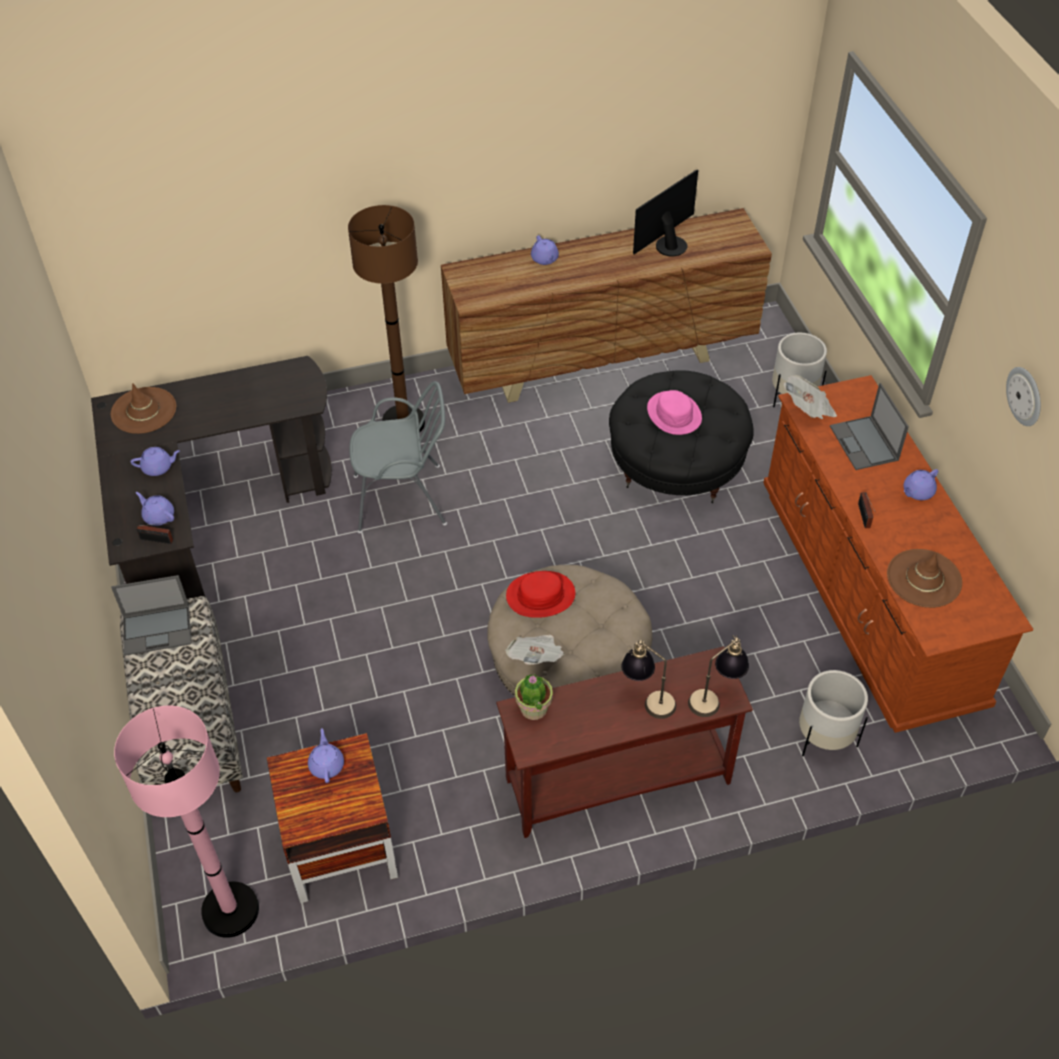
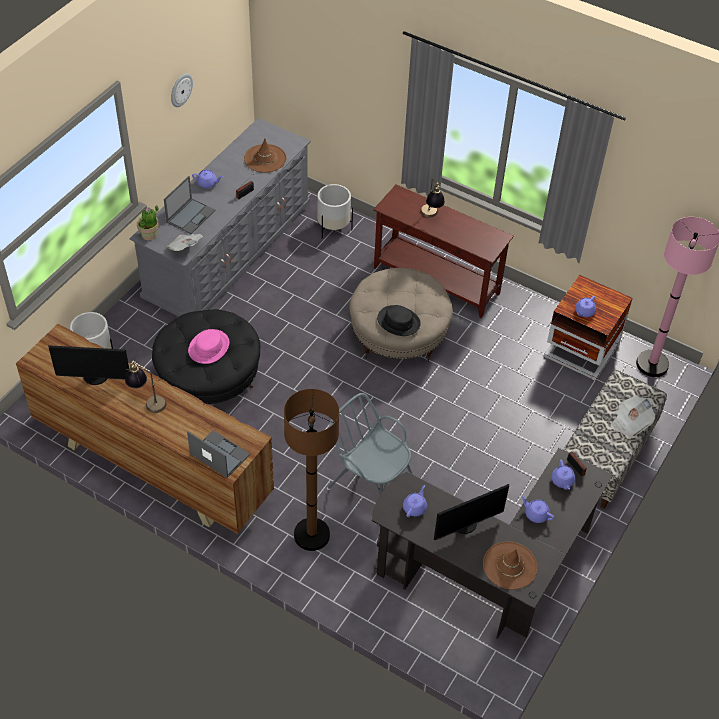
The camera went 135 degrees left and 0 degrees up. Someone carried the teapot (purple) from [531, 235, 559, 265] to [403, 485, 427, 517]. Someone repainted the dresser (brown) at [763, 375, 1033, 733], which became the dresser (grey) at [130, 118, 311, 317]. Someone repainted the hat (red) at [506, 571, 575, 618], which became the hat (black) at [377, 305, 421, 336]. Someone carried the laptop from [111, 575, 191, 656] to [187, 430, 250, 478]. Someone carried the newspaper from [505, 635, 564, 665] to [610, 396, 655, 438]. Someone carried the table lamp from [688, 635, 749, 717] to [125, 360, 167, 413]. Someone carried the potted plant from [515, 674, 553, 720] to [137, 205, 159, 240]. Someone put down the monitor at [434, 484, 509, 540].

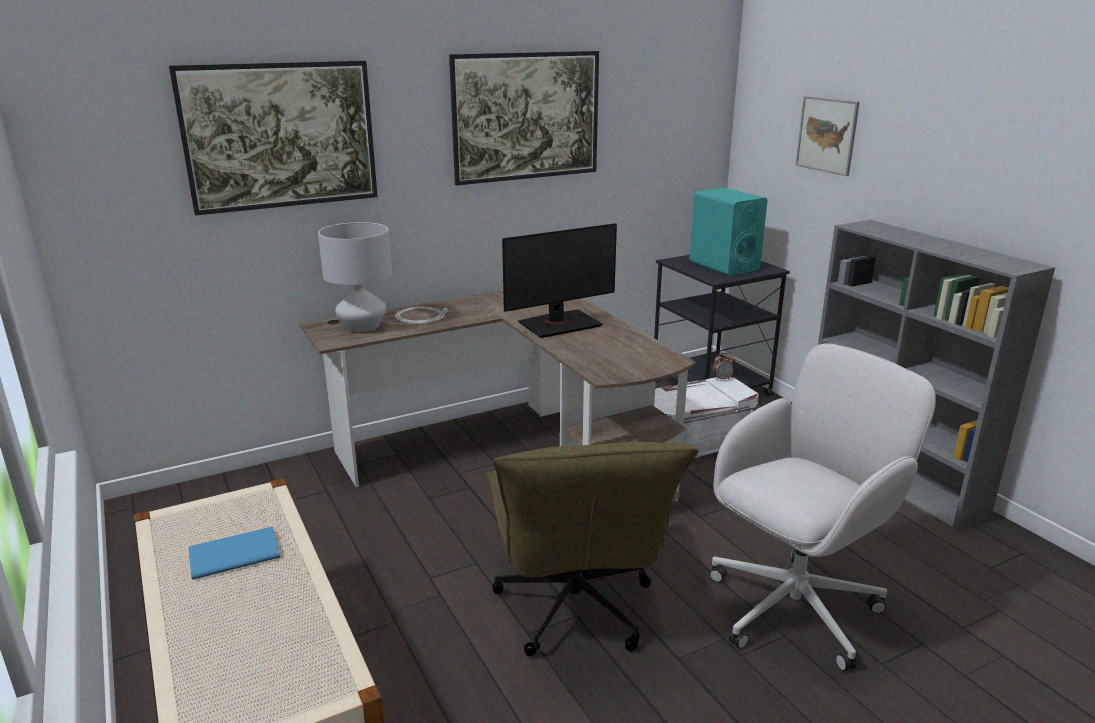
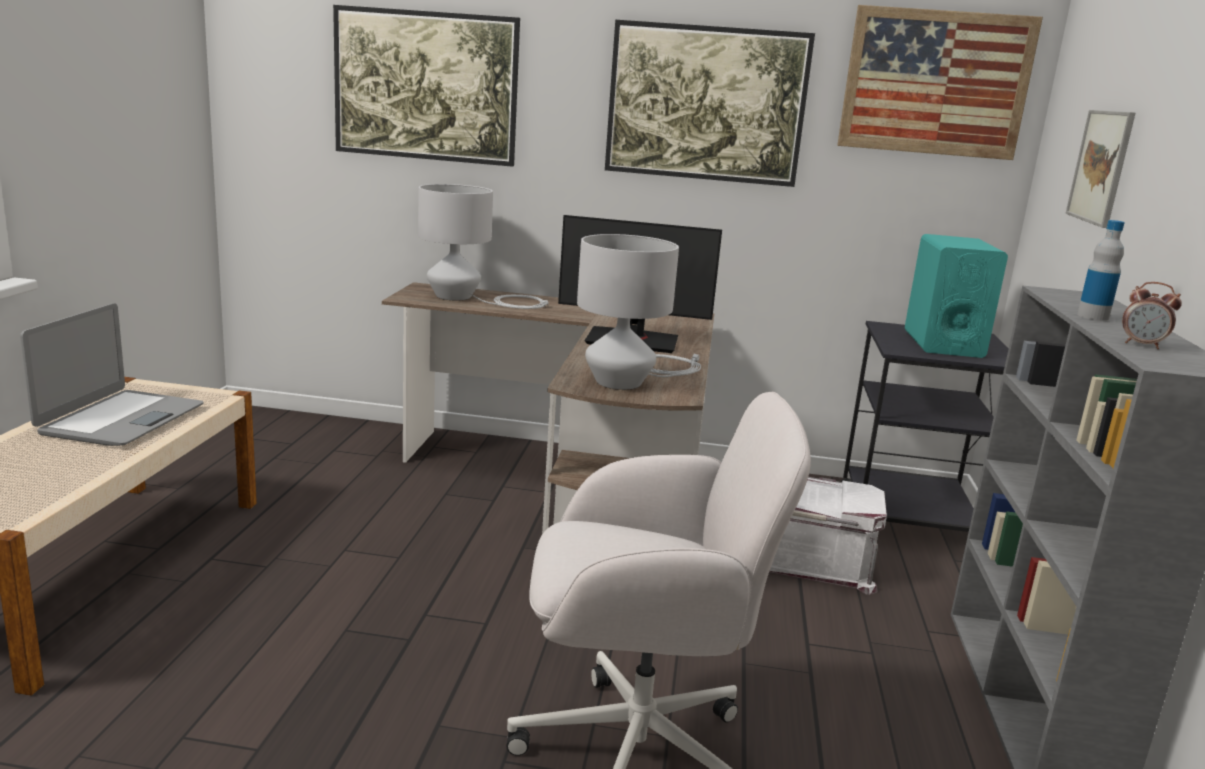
The camera went 35 degrees right and 5 degrees down. Someone carried the alarm clock from [713, 353, 735, 380] to [1122, 282, 1182, 349]. Someone took away the office chair (beige) at [486, 442, 699, 656]. Someone swapped the book (blue) at [188, 527, 280, 580] for the laptop at [20, 303, 204, 446]. Someone put up the picture at [837, 5, 1043, 160]. Someone put down the bottle at [1077, 220, 1125, 321]. Someone put down the table lamp (grey) at [577, 234, 701, 390].

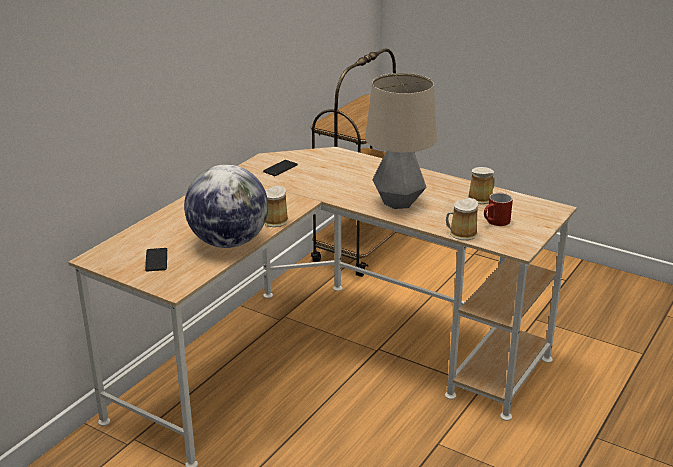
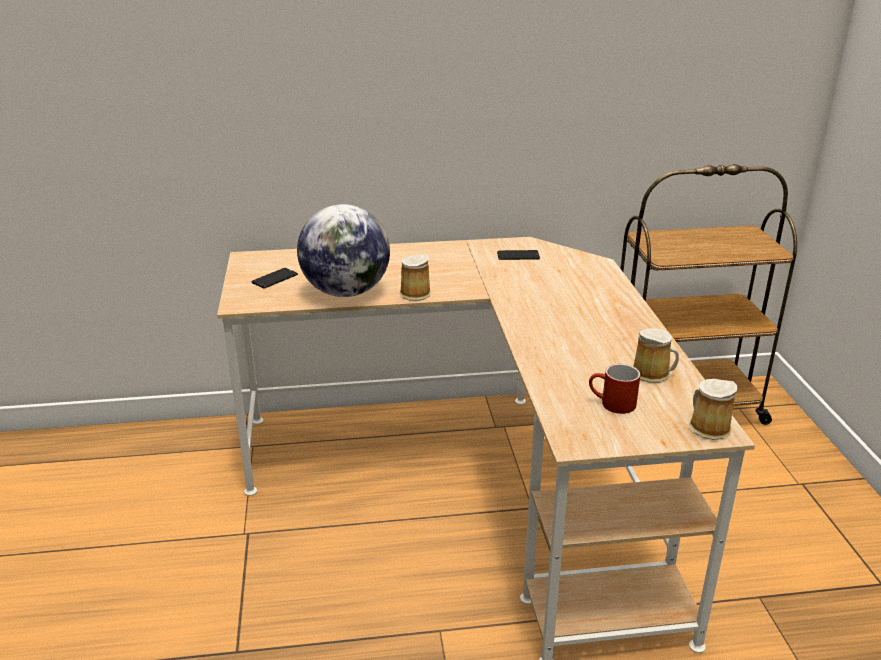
The camera went 50 degrees right and 0 degrees up. Someone took away the table lamp at [365, 73, 437, 209]. Someone carried the mug from [446, 198, 478, 240] to [689, 379, 738, 440].

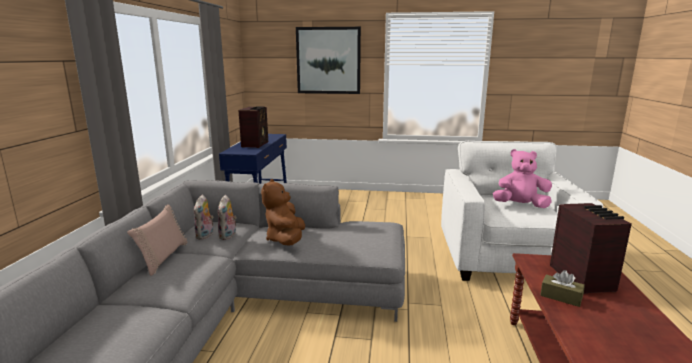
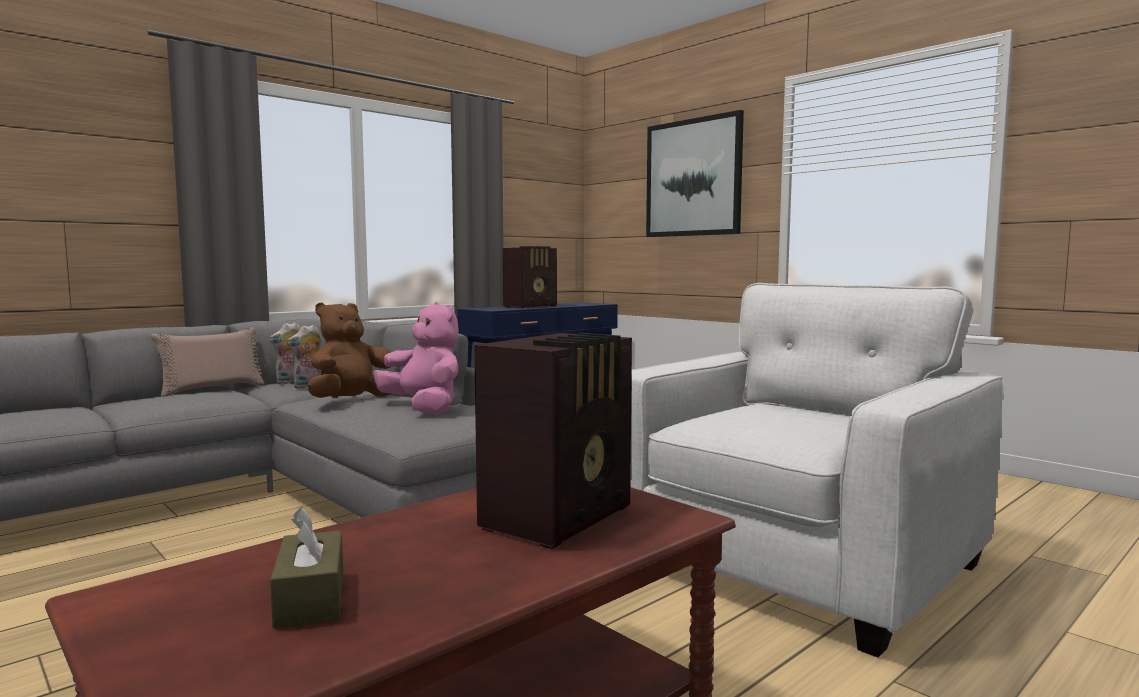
The camera went 40 degrees right and 10 degrees down. Someone carried the plush toy (pink) from [493, 149, 552, 208] to [373, 302, 459, 414]. Someone carried the tissue box (brown) from [540, 270, 585, 307] to [270, 507, 343, 629].

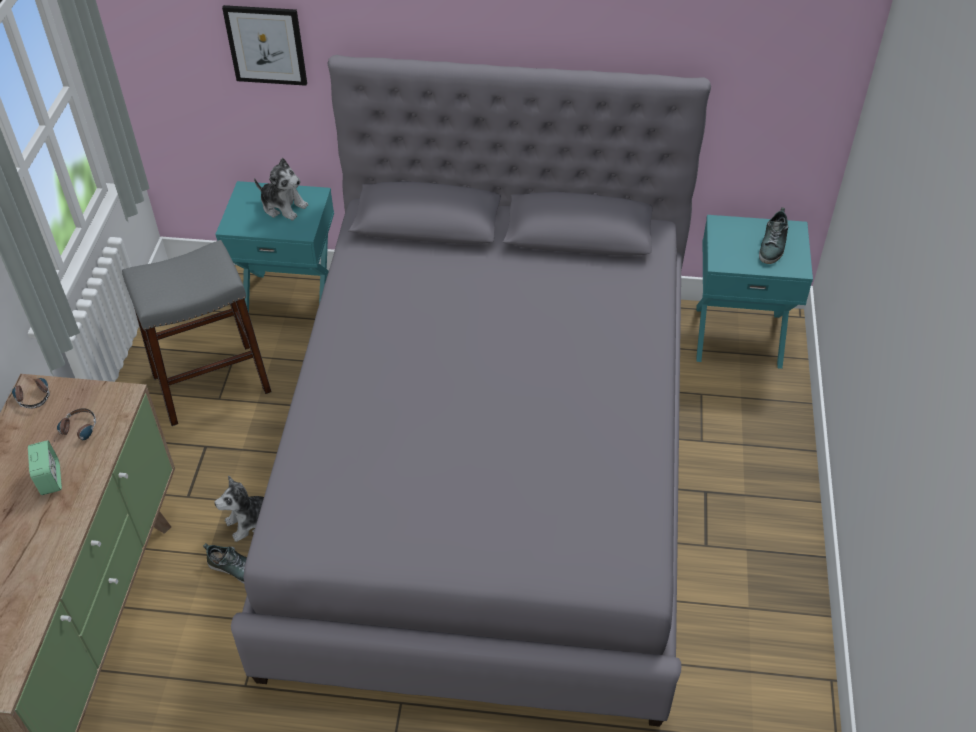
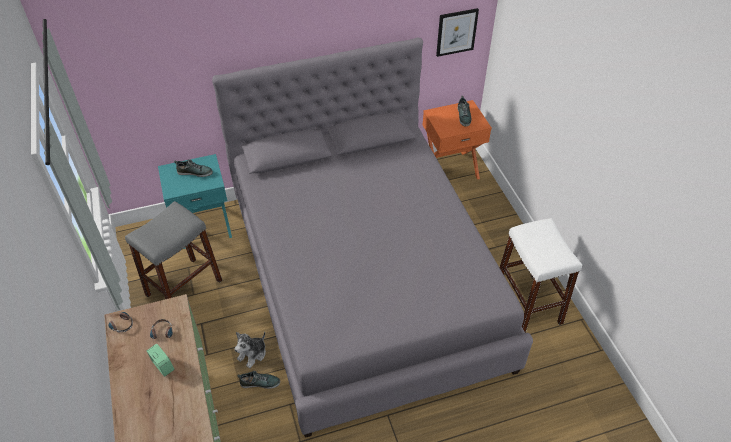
The camera went 25 degrees left and 0 degrees up. Someone carried the picture from [222, 5, 307, 86] to [436, 8, 479, 57]. Someone swapped the plush toy at [254, 158, 308, 221] for the shoe at [174, 159, 213, 177]. Someone repainted the nightstand (turquoise) at [696, 215, 813, 369], which became the nightstand (orange) at [423, 100, 492, 179]. Someone put down the stool (white) at [499, 218, 582, 333].

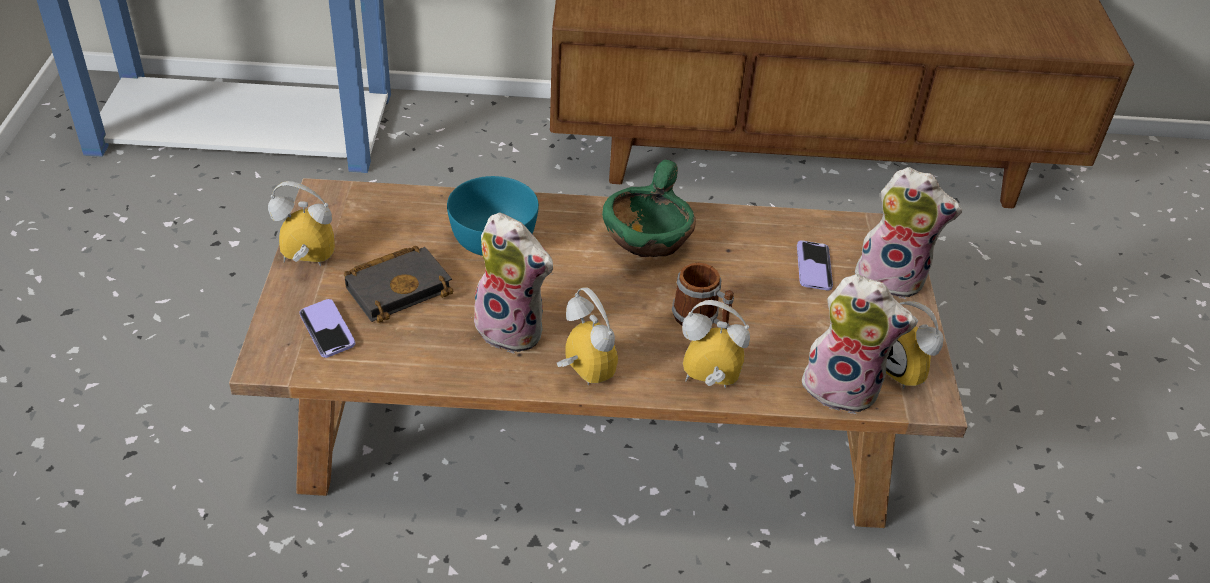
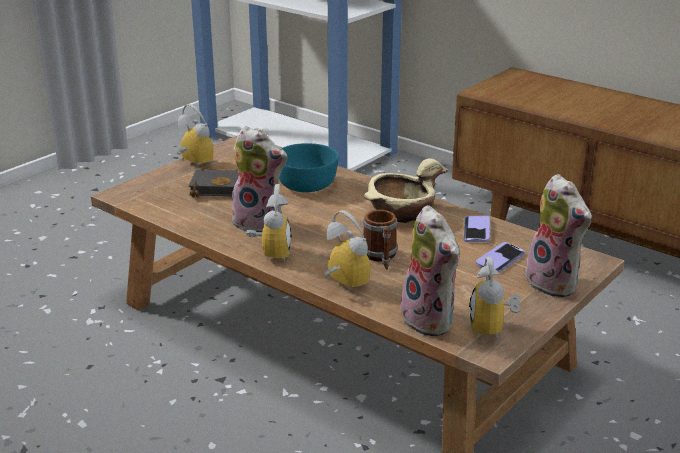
The camera went 40 degrees right and 15 degrees down. Someone repainted the bowl (green) at [602, 160, 696, 257], which became the bowl (beige) at [364, 158, 448, 223]. Someone rotated the plush toy at [474, 213, 553, 354] by 45 degrees counterclockwise. Someone carried the phone from [299, 299, 355, 358] to [463, 215, 490, 242].

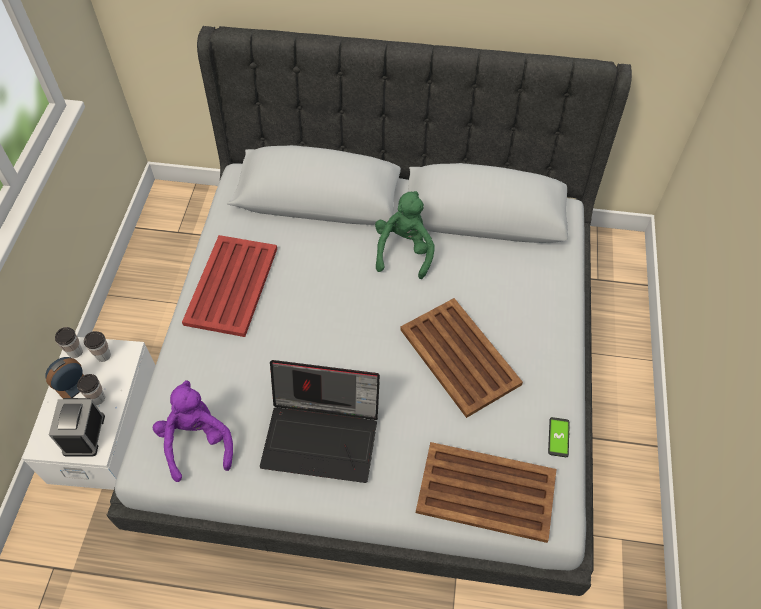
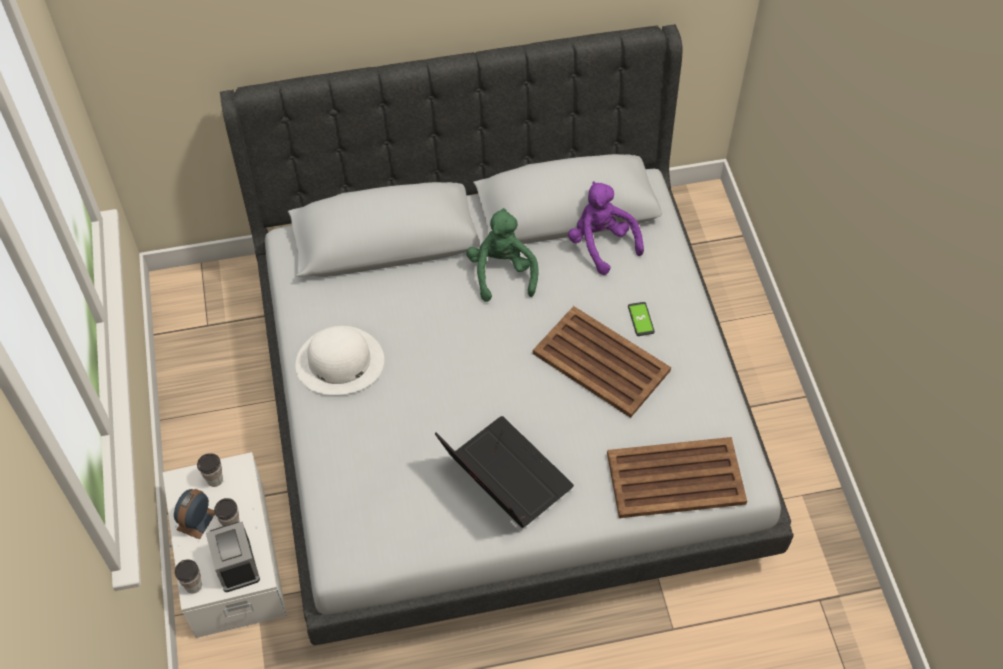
The camera went 20 degrees left and 0 degrees up. Someone swapped the tray (red) at [182, 235, 277, 337] for the hat (white) at [296, 326, 384, 395]. Someone carried the cup from [55, 327, 83, 358] to [175, 559, 202, 594]. Someone rotated the laptop at [260, 360, 380, 483] by 120 degrees counterclockwise. Someone carried the plush toy (purple) from [153, 380, 233, 482] to [568, 181, 644, 275]. Someone carried the phone from [548, 417, 570, 457] to [628, 302, 655, 336].

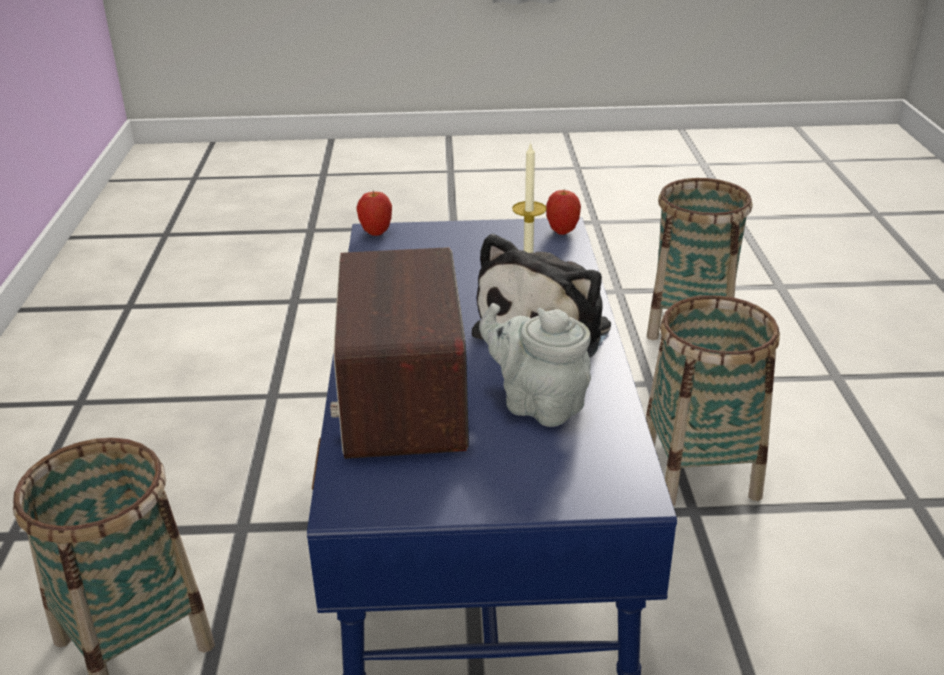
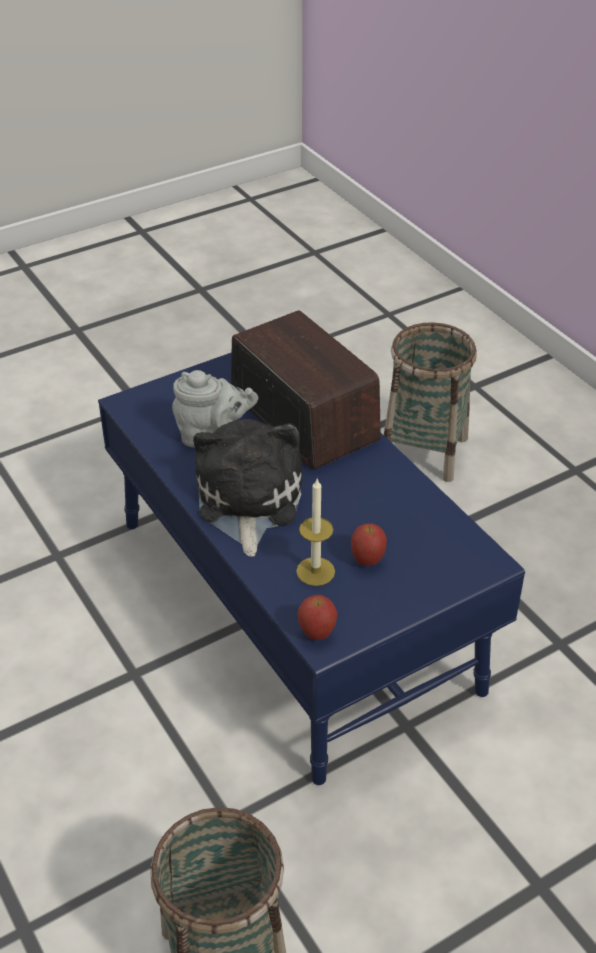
The camera went 150 degrees right and 10 degrees up. Someone carried the apple from [356, 190, 392, 236] to [351, 523, 387, 566]. Someone took away the basket at [646, 295, 780, 506].

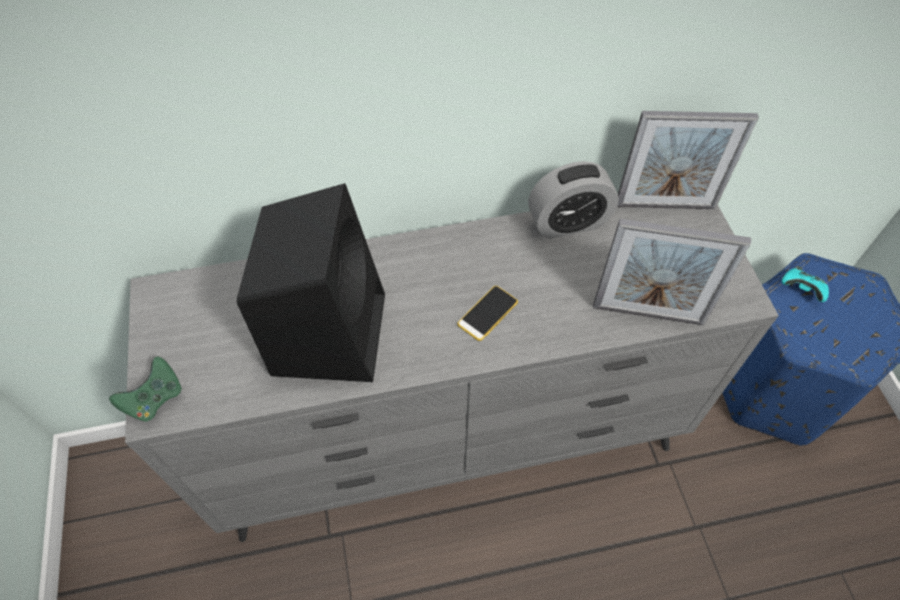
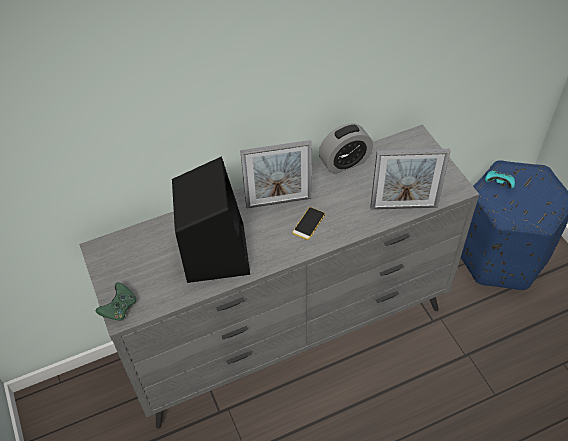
The camera went 10 degrees left and 5 degrees down. Someone carried the picture frame from [617, 111, 759, 209] to [240, 140, 312, 209].

